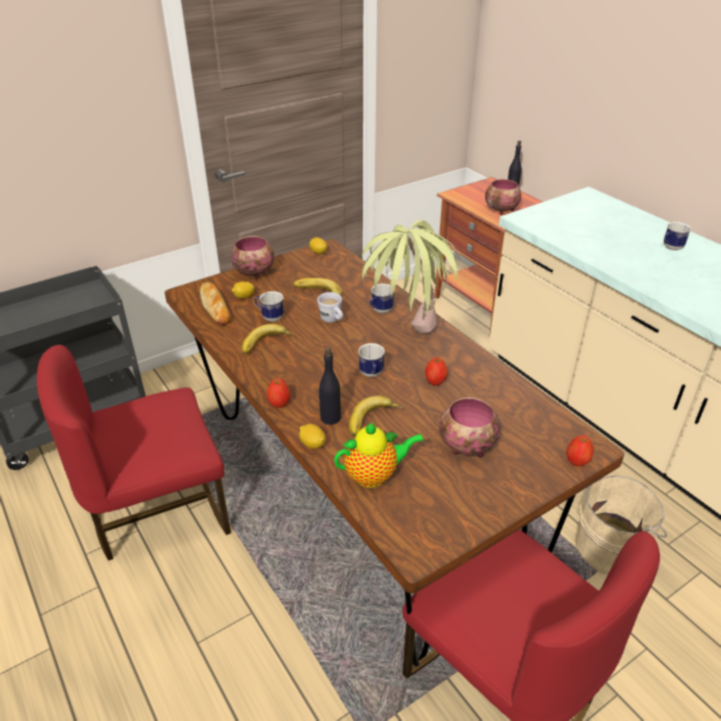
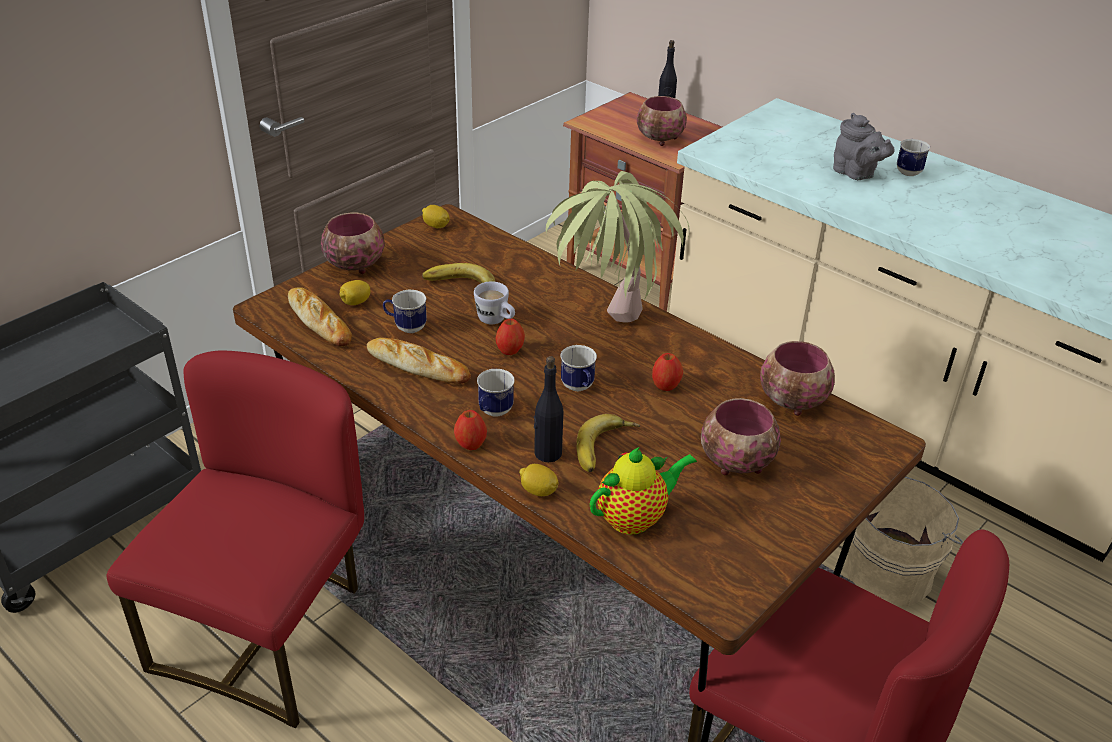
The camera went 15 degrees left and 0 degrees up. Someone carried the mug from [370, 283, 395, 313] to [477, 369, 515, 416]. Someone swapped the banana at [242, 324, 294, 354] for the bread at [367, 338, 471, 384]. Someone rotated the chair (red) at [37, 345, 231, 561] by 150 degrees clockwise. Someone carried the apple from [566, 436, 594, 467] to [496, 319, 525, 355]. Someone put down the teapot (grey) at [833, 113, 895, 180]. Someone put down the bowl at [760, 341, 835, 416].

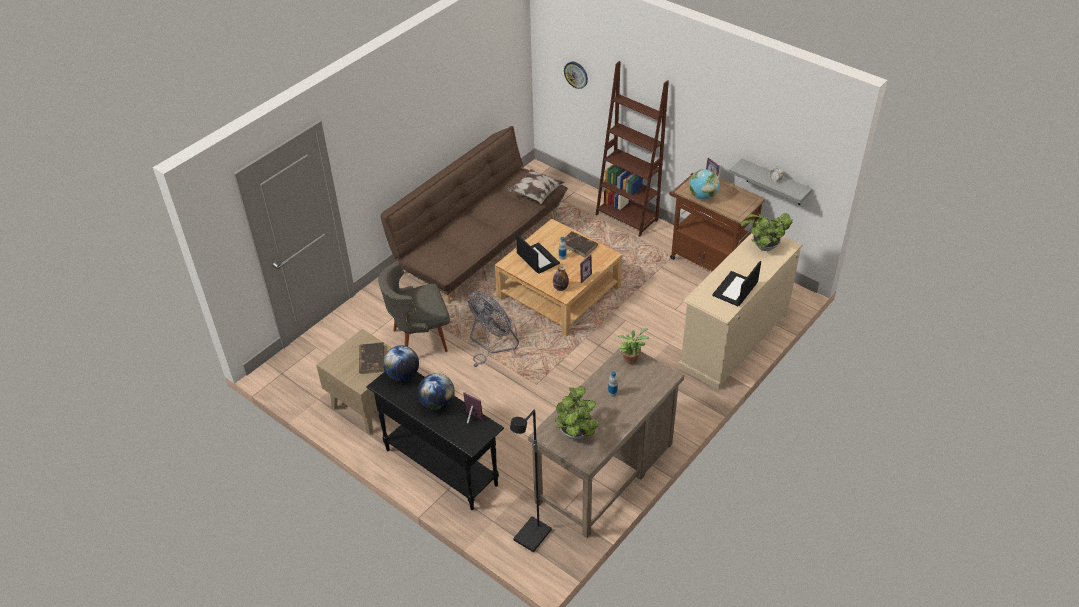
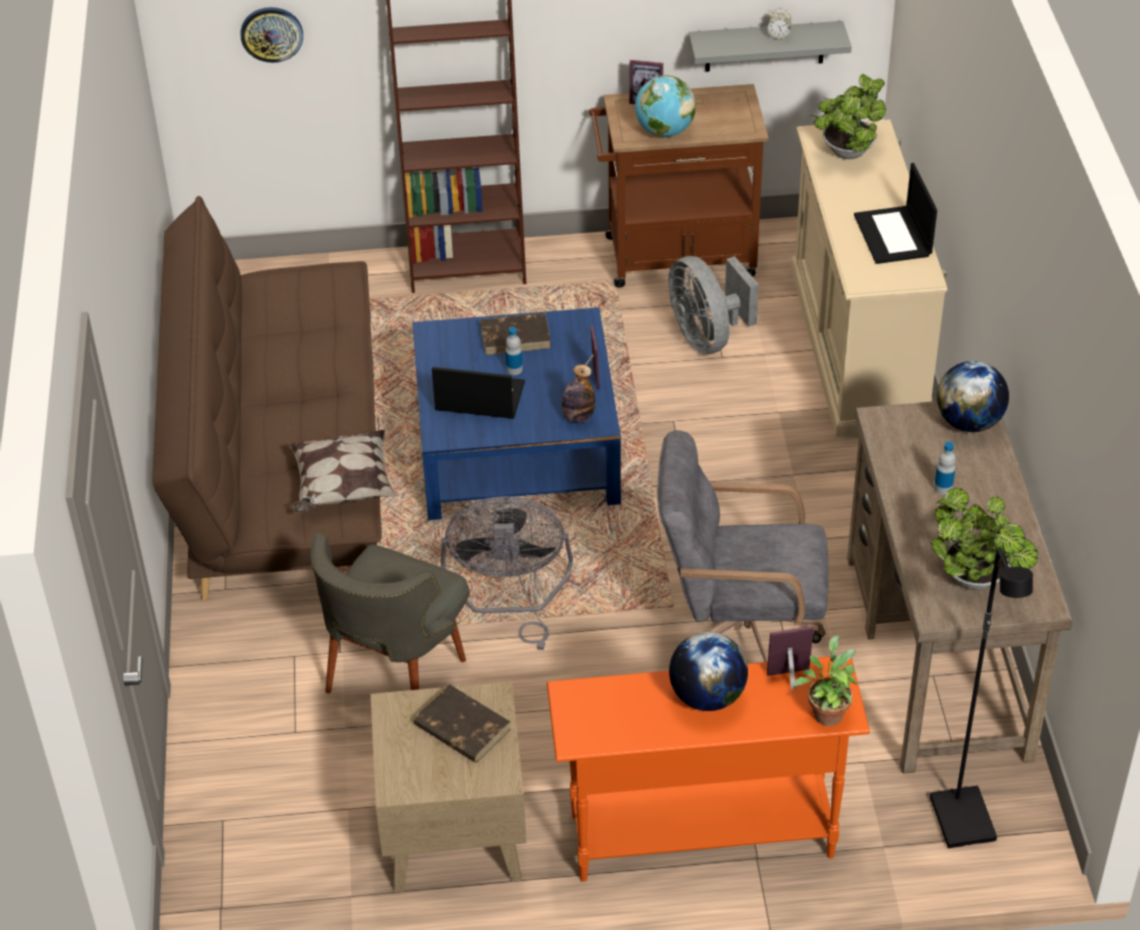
The camera went 45 degrees left and 0 degrees up. Someone carried the pillow from [506, 169, 564, 204] to [289, 430, 397, 513]. Someone repainted the coffee table (beige) at [495, 219, 622, 337], which became the coffee table (blue) at [412, 307, 621, 520]. Someone carried the potted plant from [618, 328, 649, 364] to [793, 635, 857, 726]. Someone carried the globe from [383, 345, 419, 381] to [937, 361, 1009, 432]. Someone repainted the console table (black) at [366, 372, 504, 510], which became the console table (orange) at [547, 656, 870, 882]. Someone put down the fan (grey) at [668, 256, 759, 354]. Someone put down the office chair (grey) at [657, 430, 829, 662].

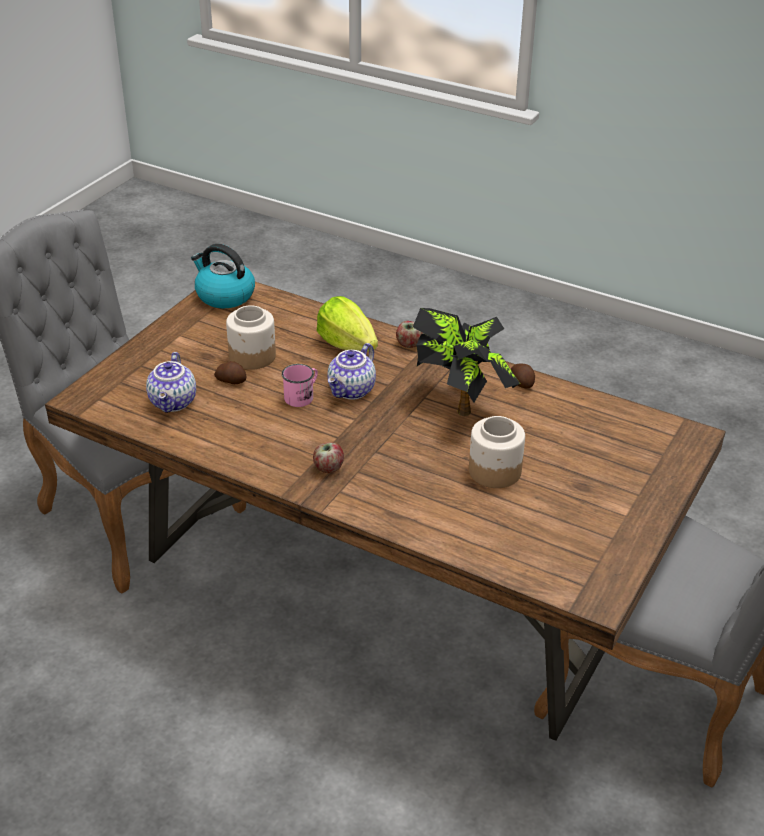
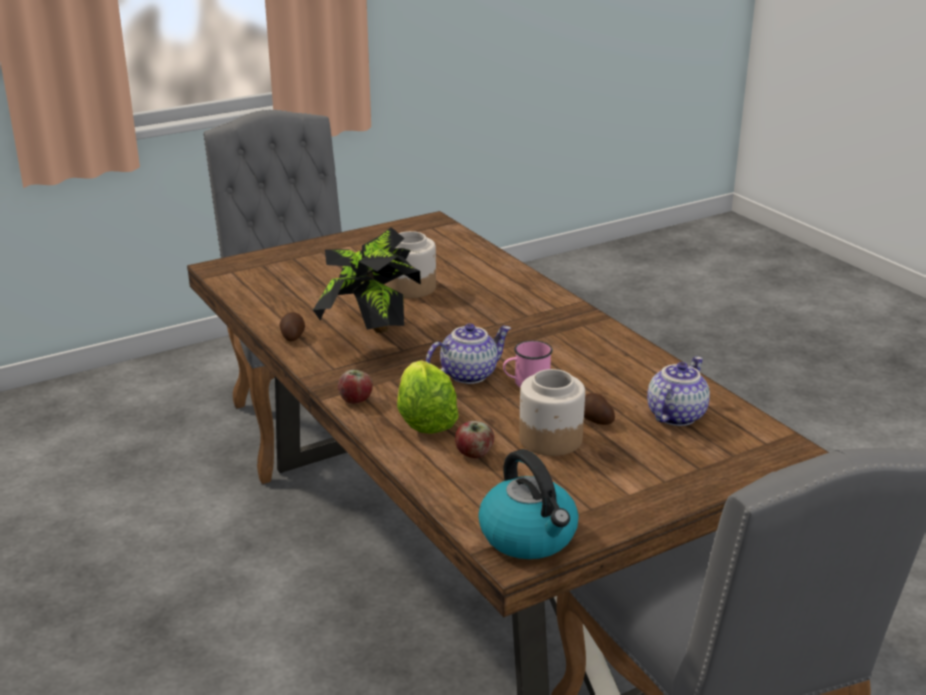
The camera went 150 degrees left and 10 degrees down. Someone carried the apple from [313, 443, 344, 473] to [455, 421, 494, 458].

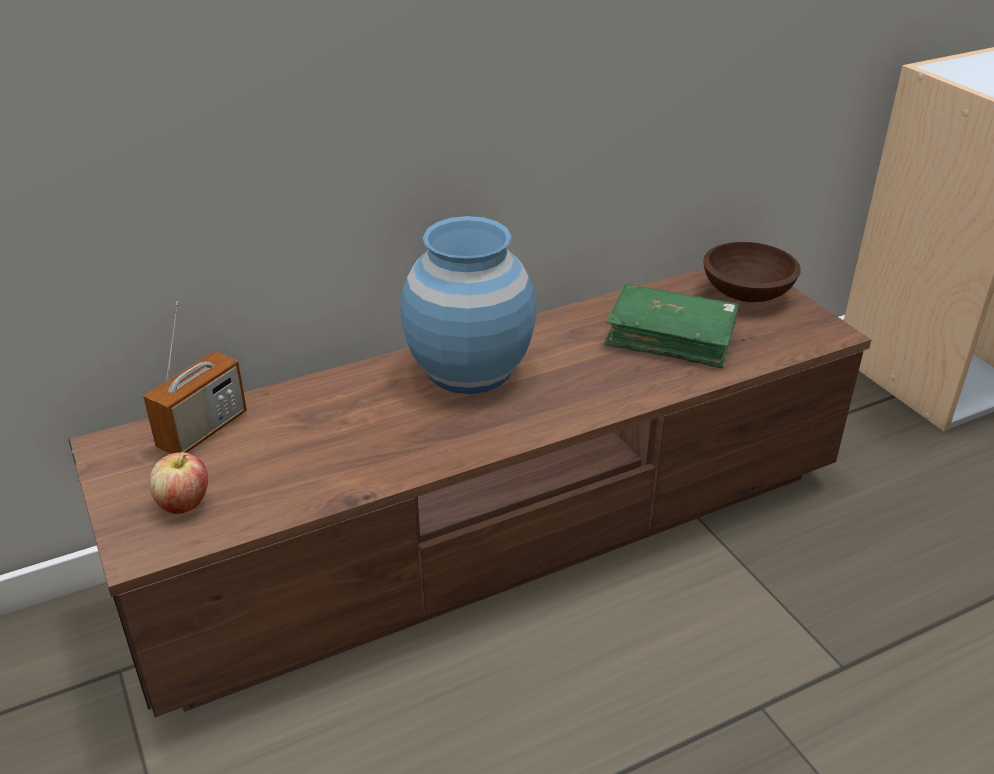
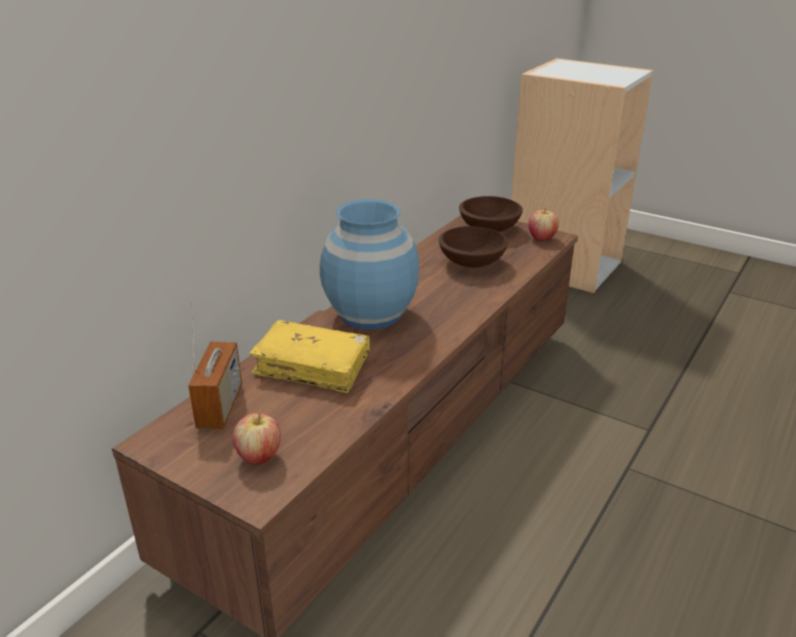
The camera went 30 degrees left and 5 degrees down. Someone swapped the book (green) at [604, 284, 739, 368] for the bowl (brown) at [438, 226, 508, 268]. Someone put down the apple at [529, 208, 559, 241]. Someone put down the book (yellow) at [250, 320, 370, 393].

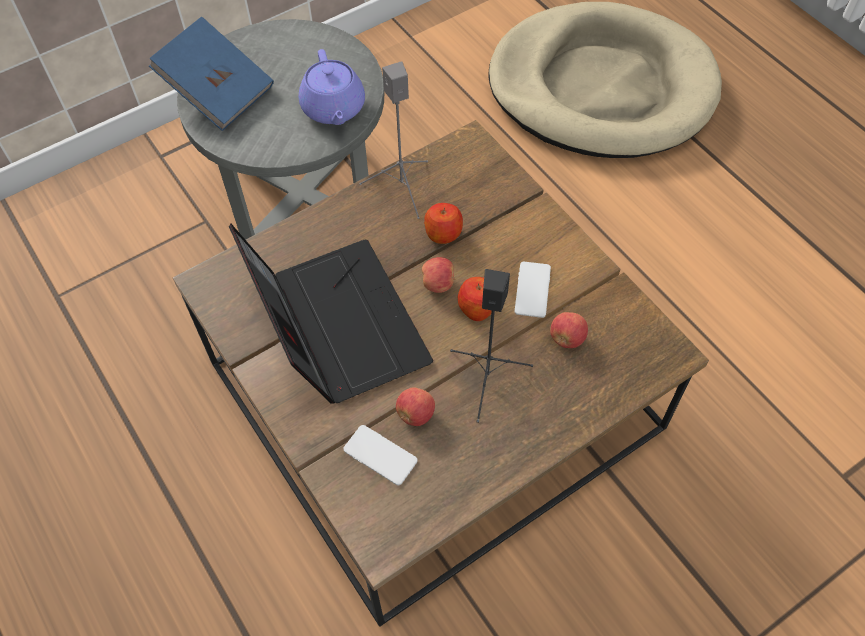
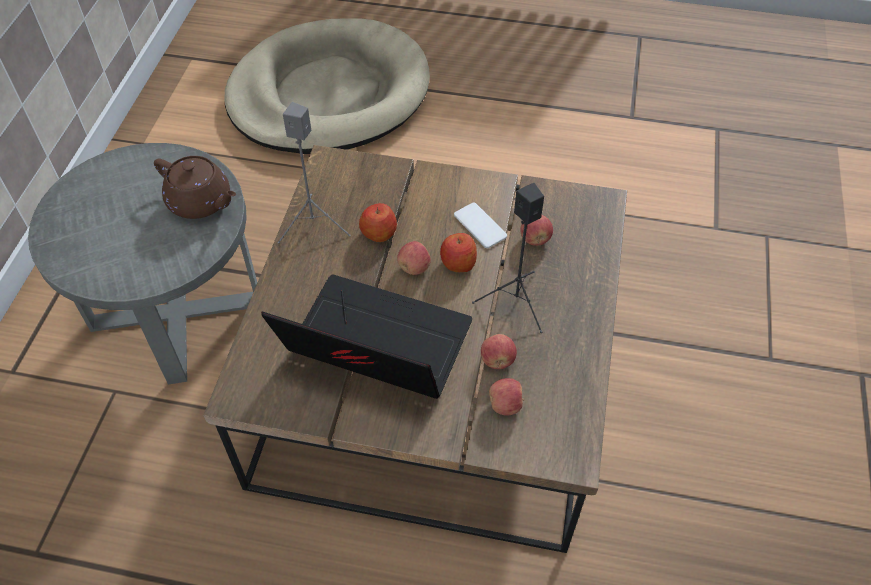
The camera went 45 degrees left and 5 degrees down. Someone took away the book (blue) at [149, 17, 274, 131]. Someone repainted the teapot (purple) at [299, 49, 365, 125], which became the teapot (brown) at [154, 156, 236, 219]. Someone swapped the phone at [343, 425, 418, 485] for the apple at [489, 378, 525, 416].

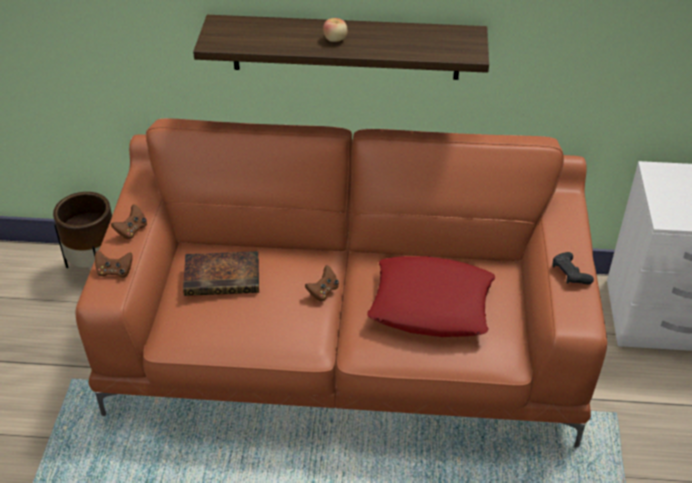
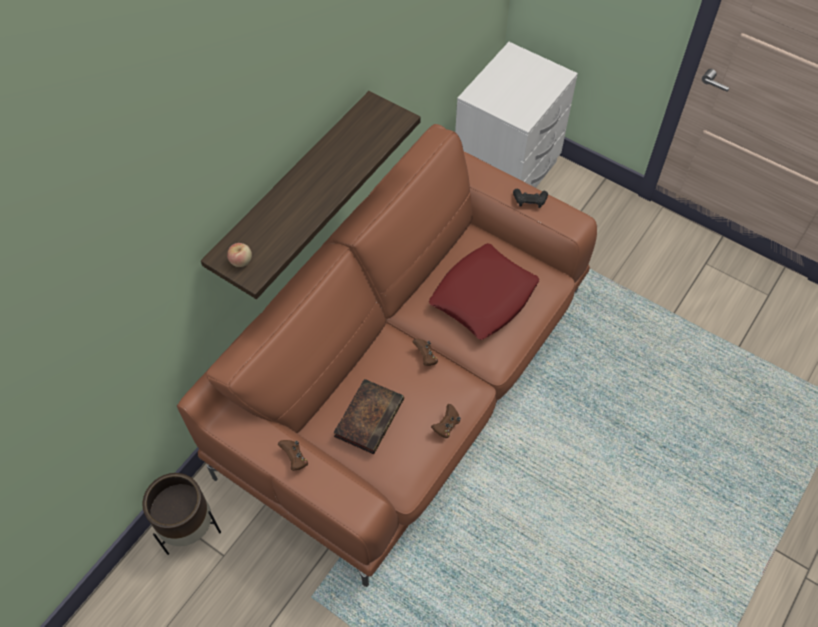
The camera went 60 degrees left and 15 degrees up. Someone carried the apple from [323, 18, 348, 42] to [227, 243, 252, 267]. Someone carried the game controller (brown) from [95, 251, 133, 278] to [431, 404, 461, 438].

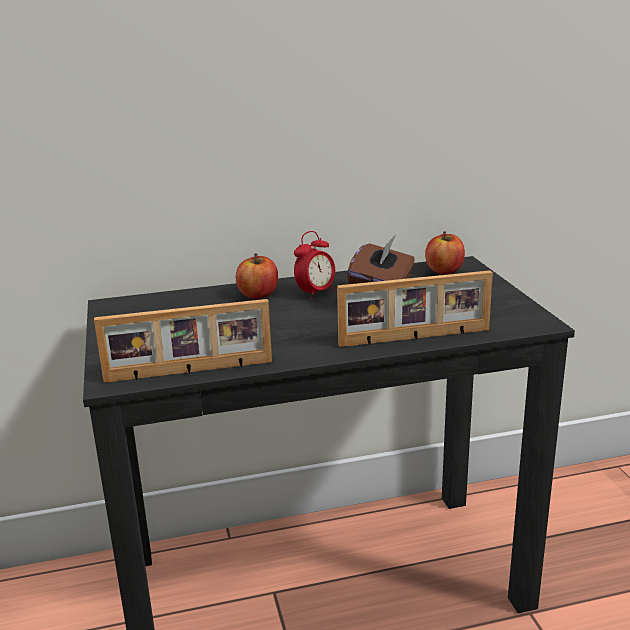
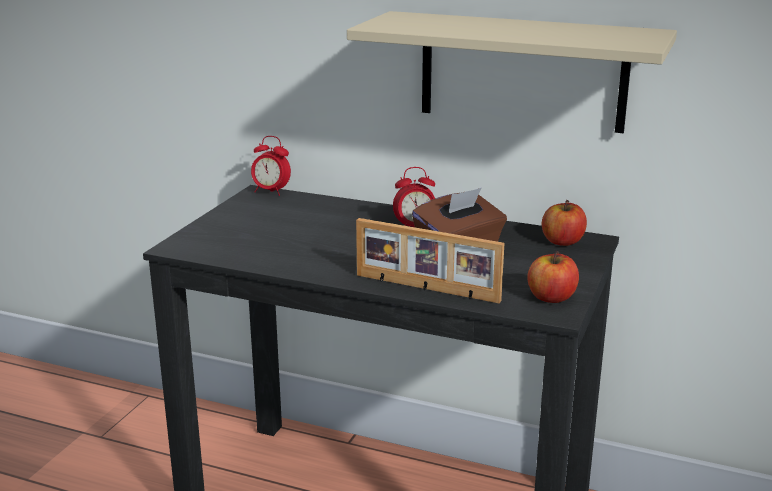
The camera went 35 degrees right and 0 degrees up. Someone carried the apple from [236, 253, 278, 299] to [527, 251, 579, 303]. Someone took away the picture frame at [94, 299, 272, 383]. Someone put up the shelf (beige) at [347, 11, 677, 133]. Someone put down the alarm clock at [251, 136, 291, 196].

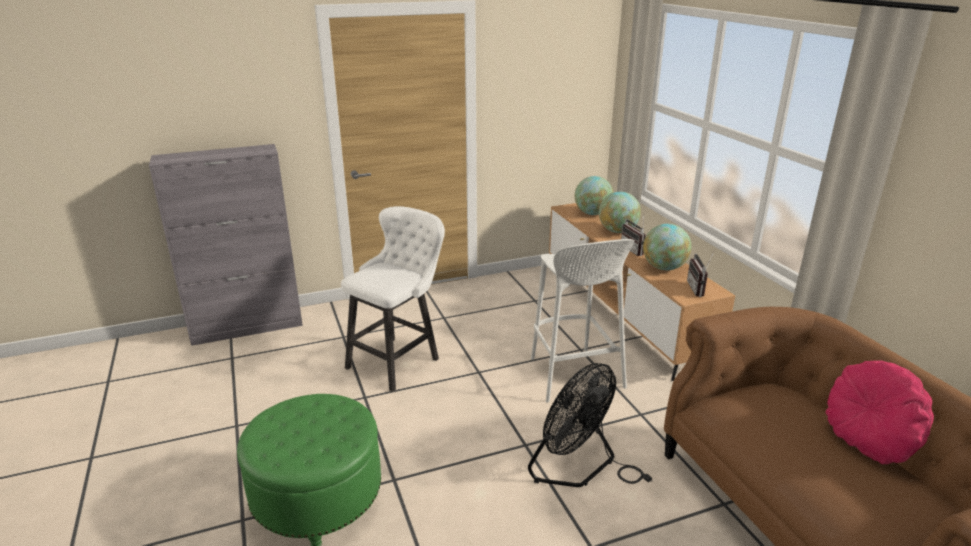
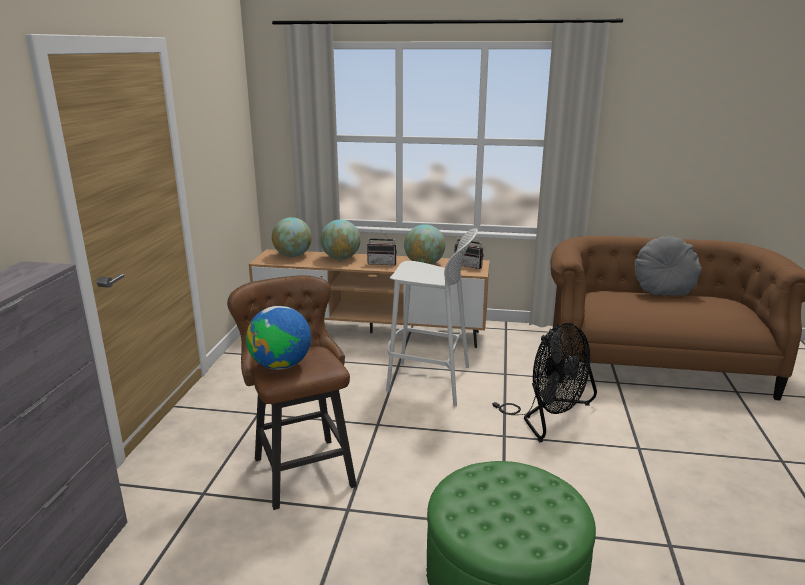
The camera went 60 degrees left and 5 degrees down. Someone repainted the stool (white) at [341, 206, 445, 392], which became the stool (brown) at [227, 275, 357, 510]. Someone repainted the pillow (pink) at [826, 360, 934, 464], which became the pillow (grey) at [634, 236, 702, 296]. Someone rotated the fan (black) at [528, 363, 652, 487] by 120 degrees counterclockwise. Someone put down the globe at [246, 306, 311, 370].

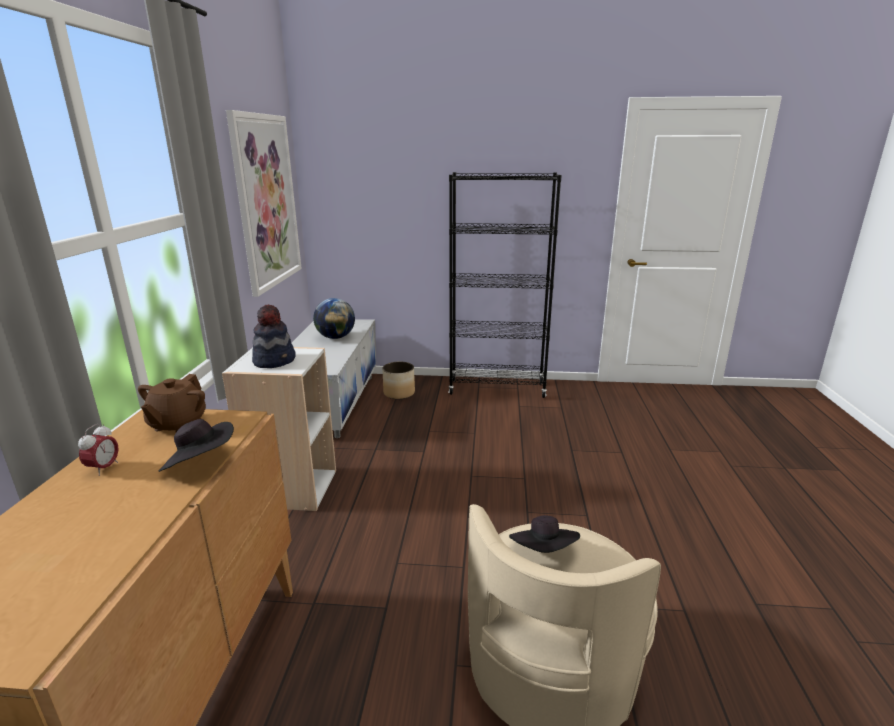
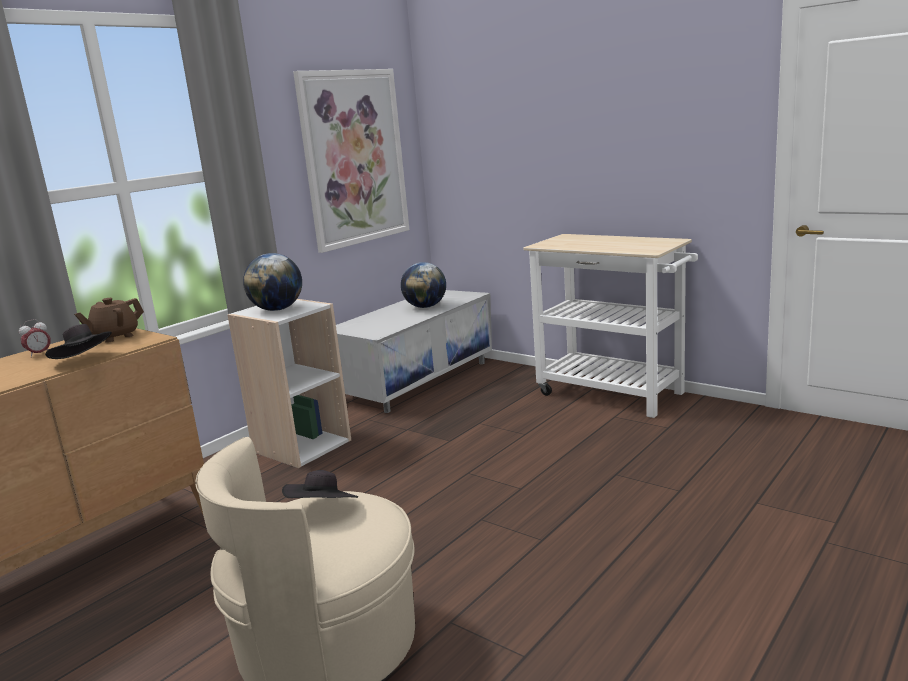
The camera went 35 degrees right and 5 degrees down. Someone swapped the bookcase (black) at [448, 172, 562, 398] for the cart (white) at [523, 234, 698, 418]. Someone swapped the hat at [252, 304, 296, 368] for the globe at [243, 253, 302, 311]. Someone took away the planter at [382, 362, 415, 399].

